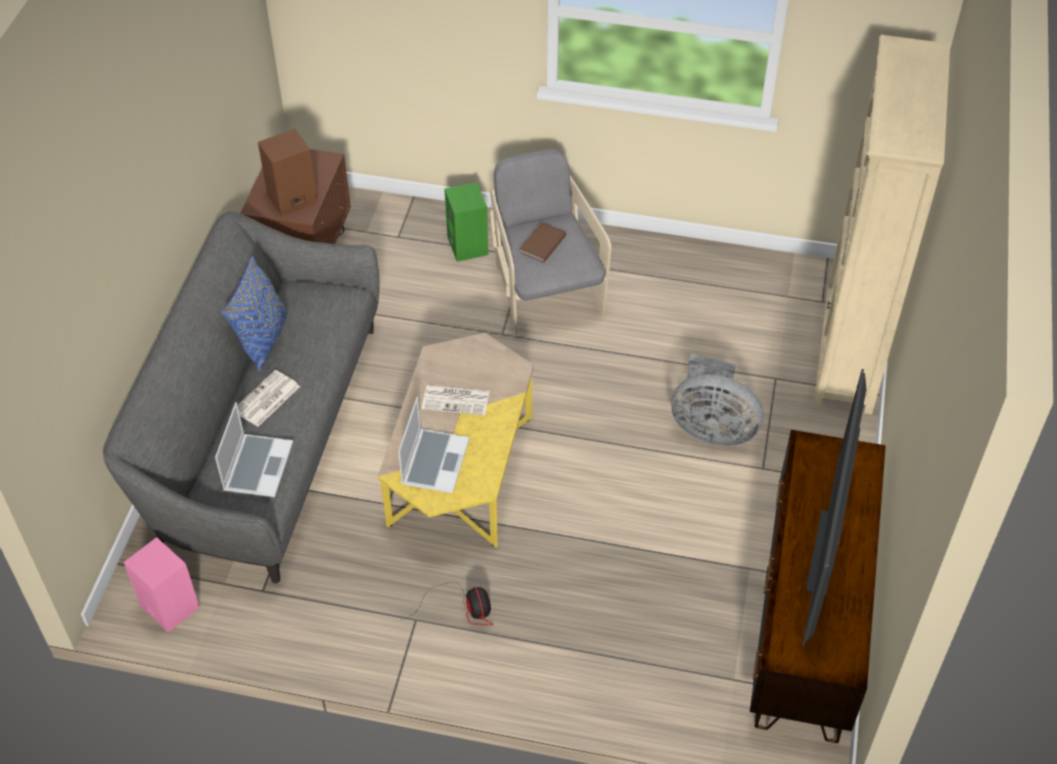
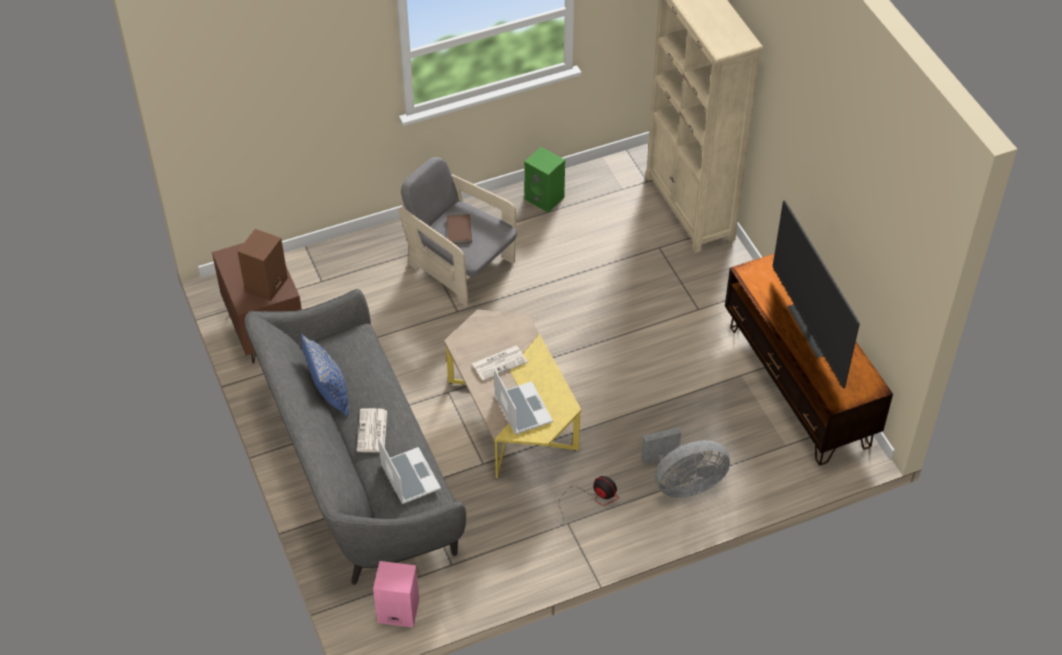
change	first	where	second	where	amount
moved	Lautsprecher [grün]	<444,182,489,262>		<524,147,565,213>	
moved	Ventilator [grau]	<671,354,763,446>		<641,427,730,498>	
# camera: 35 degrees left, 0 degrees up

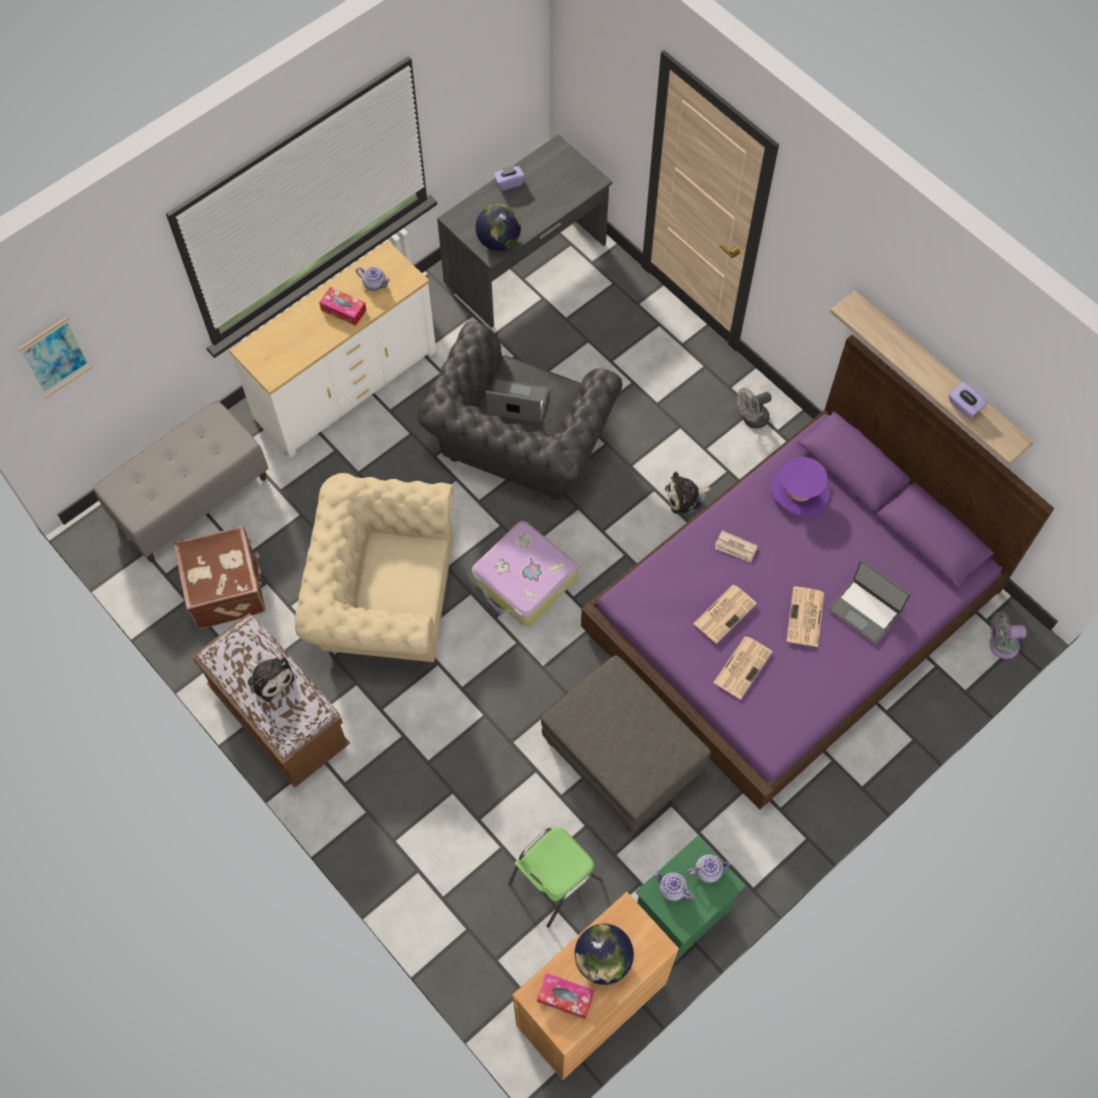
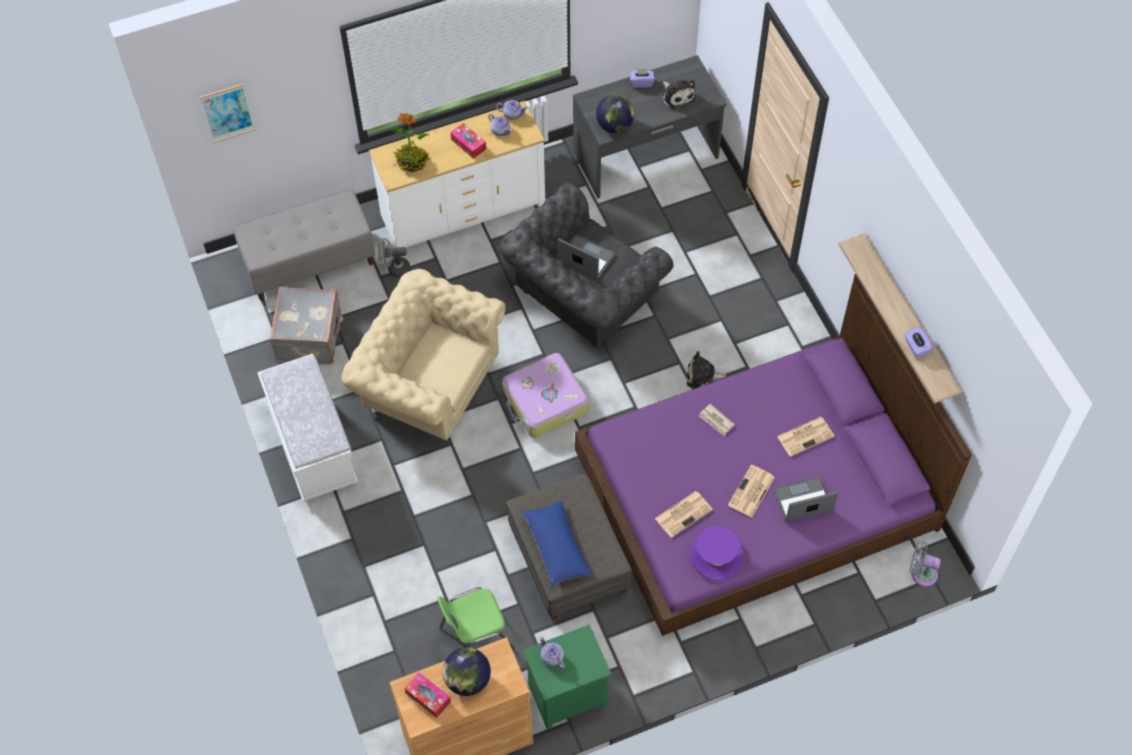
change	first	where	second	where	amount
recoloured	Koffer [braun]	<174,526,266,629>	Koffer [grau]	<270,287,344,365>	
recoloured	Bank [braun]	<192,613,350,788>	Bank [weiß]	<257,354,358,502>	
moved	Plüschtier	<246,658,295,702>		<661,80,695,110>	
moved	Teekanne	<687,855,733,883>		<496,100,528,120>	
moved	Zeitung	<693,585,757,643>		<777,417,835,457>	
moved	Ventilator [grau]	<737,388,772,429>		<378,238,410,277>	
moved	Hut [lila]	<770,457,830,517>		<689,526,744,581>	
turned	Laptop	<828,560,911,644>		<773,477,839,522>	105 degrees clockwise
added			Topfpflanze	<391,113,430,172>	
added			Kissen [blau]	<521,501,592,586>	
# camera: 20 degrees right, 5 degrees down

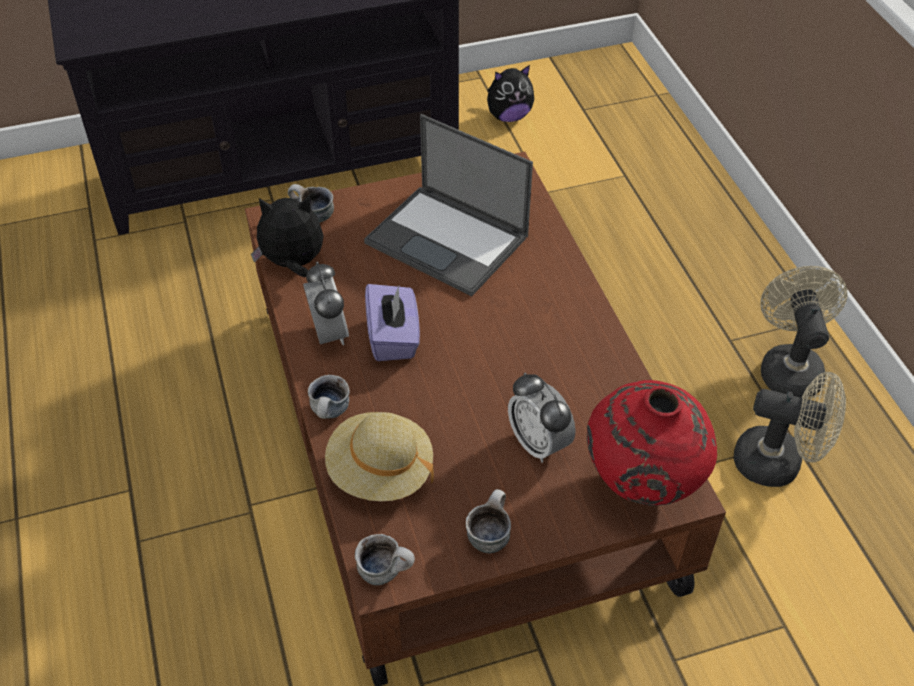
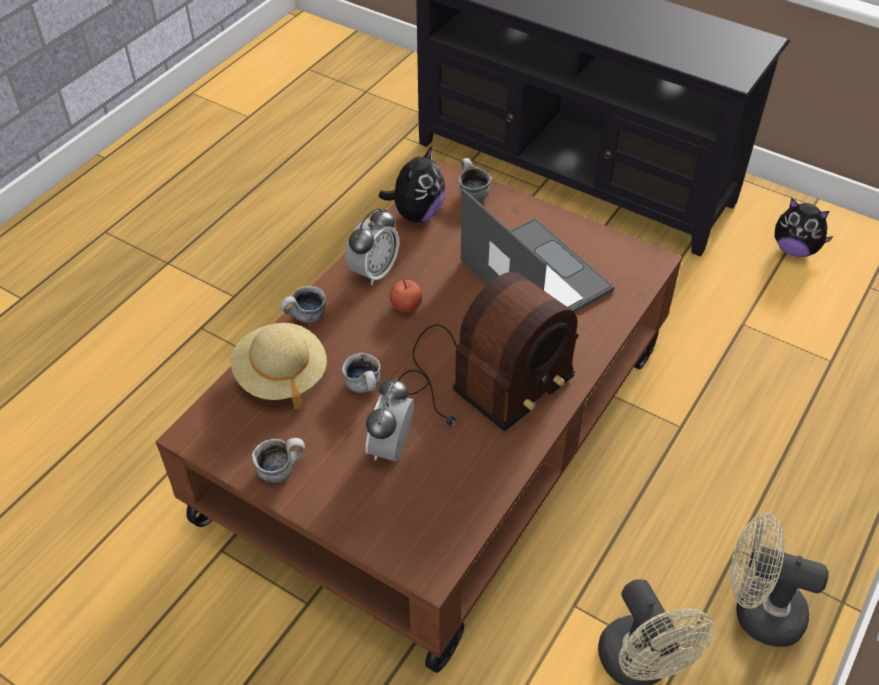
change	first	where	second	where	amount
turned	Plüschtier	<251,195,324,277>		<379,146,445,222>	75 degrees clockwise
moved	Henkelbecher	<355,534,415,585>		<342,353,380,393>	
turned	Laptop	<364,114,533,296>		<461,189,615,312>	150 degrees clockwise
replaced	Taschentuchbox [lila]	<365,284,420,361>	Apfel	<389,279,422,313>	
removed	Vase [rot]	<587,380,717,506>			
turned	Ventilator [beige]	<760,266,847,398>		<730,513,829,647>	120 degrees counterclockwise
added			Radio	<398,272,578,432>	
# camera: 50 degrees right, 0 degrees up

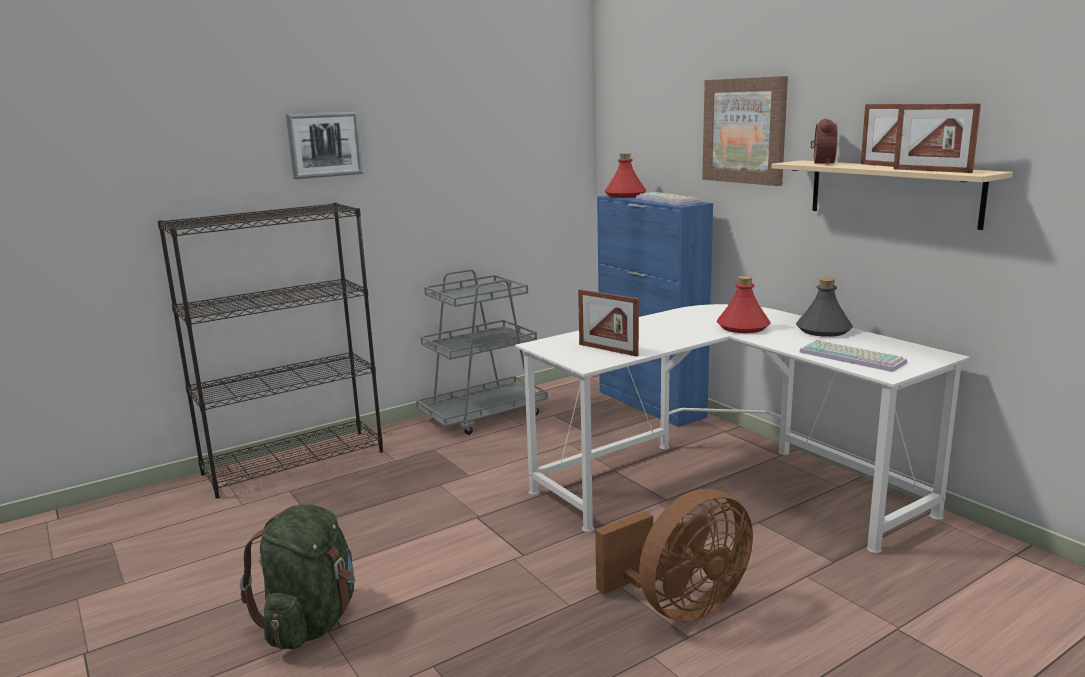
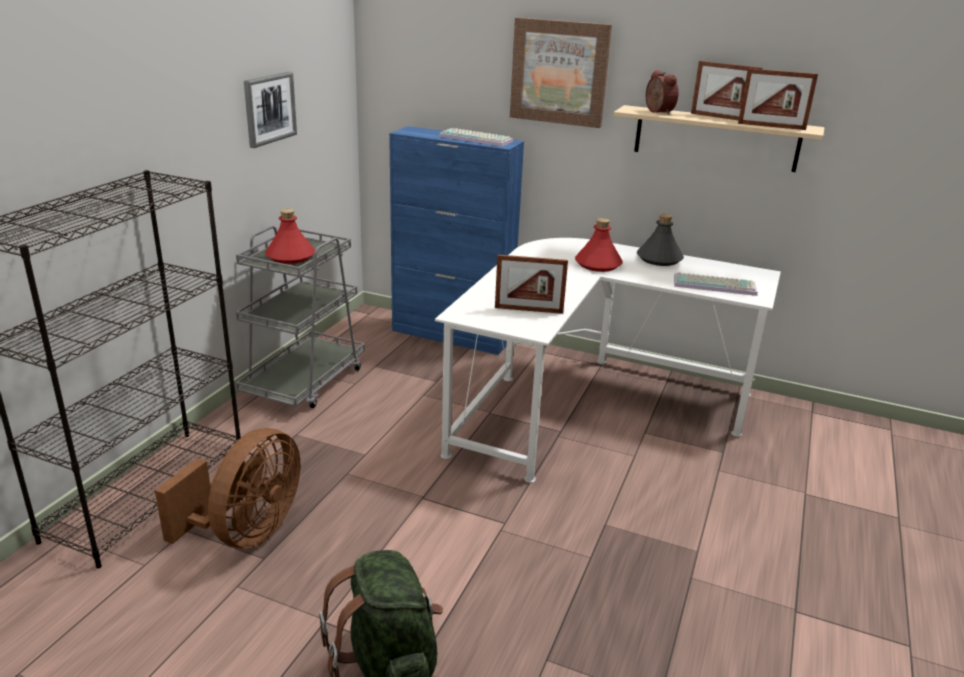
change	first	where	second	where	amount
moved	Bild	<286,112,363,179>		<244,72,297,148>	
moved	Ventilator [braun]	<595,489,753,622>		<155,428,300,549>	
moved	Flasche [rot]	<604,153,646,198>		<265,209,315,264>	
# camera: 35 degrees left, 10 degrees up

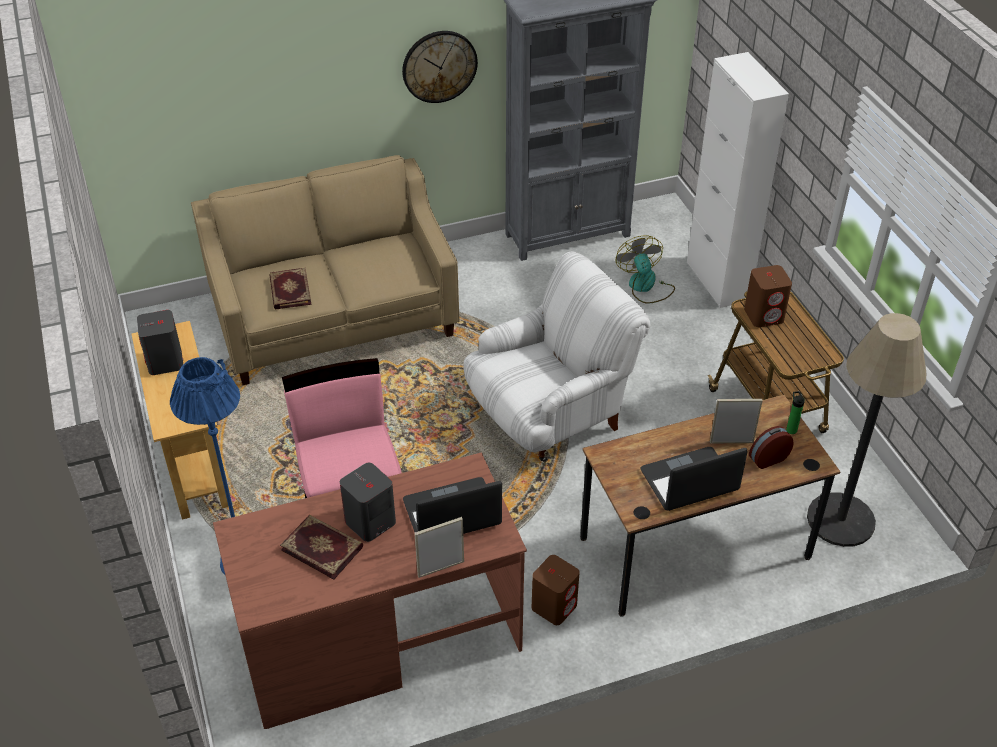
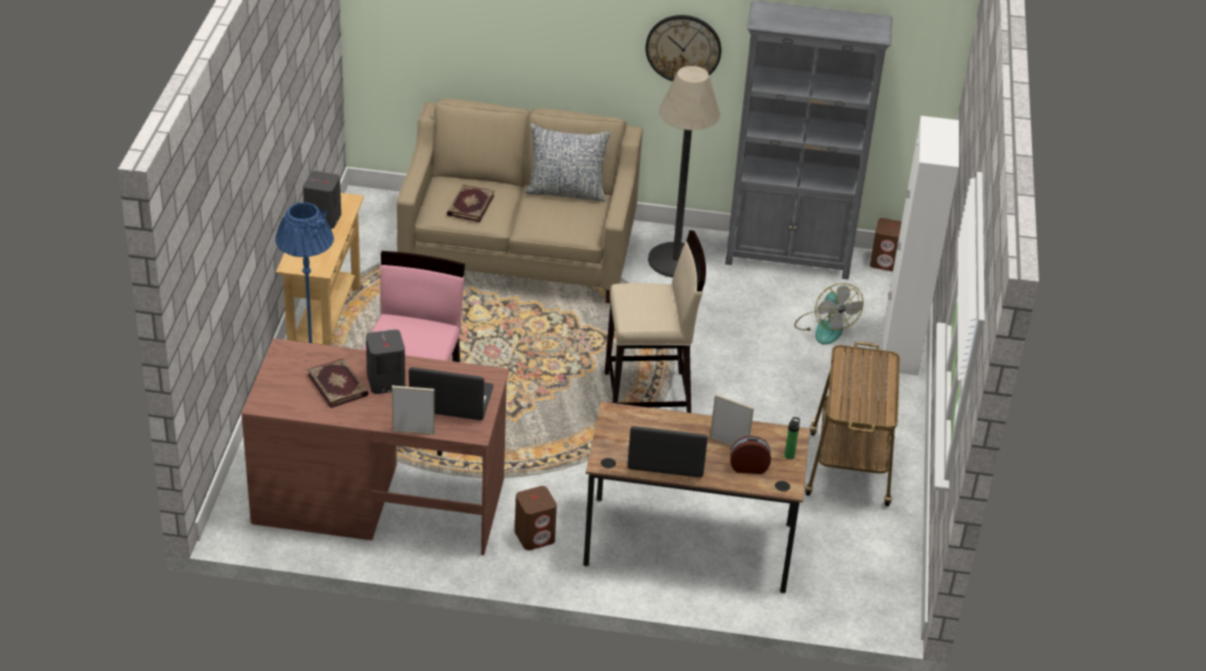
change	first	where	second	where	amount
replaced	Sessel [weiß]	<464,251,651,462>	Hocker [beige]	<605,230,706,413>	
turned	Ventilator	<615,236,675,304>		<794,283,864,345>	150 degrees clockwise
moved	Lautsprecher [braun]	<744,265,792,327>		<870,218,902,272>	
moved	Stehlampe	<807,313,927,547>		<648,66,720,278>	
added			Kissen	<525,123,610,202>	
# camera: 25 degrees right, 5 degrees down

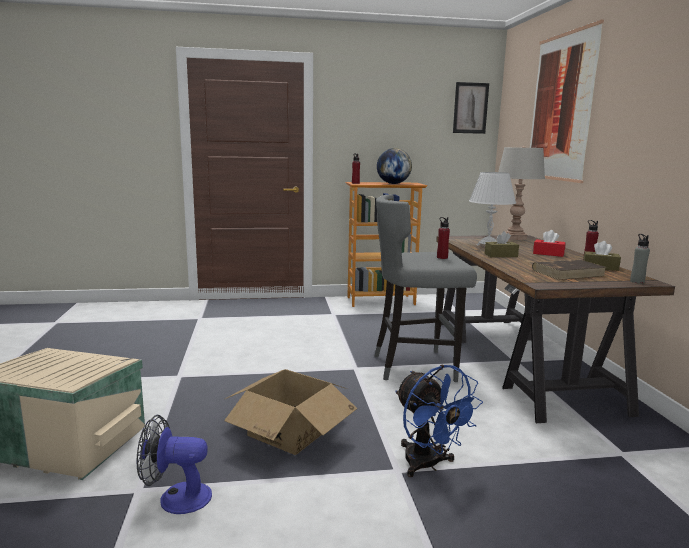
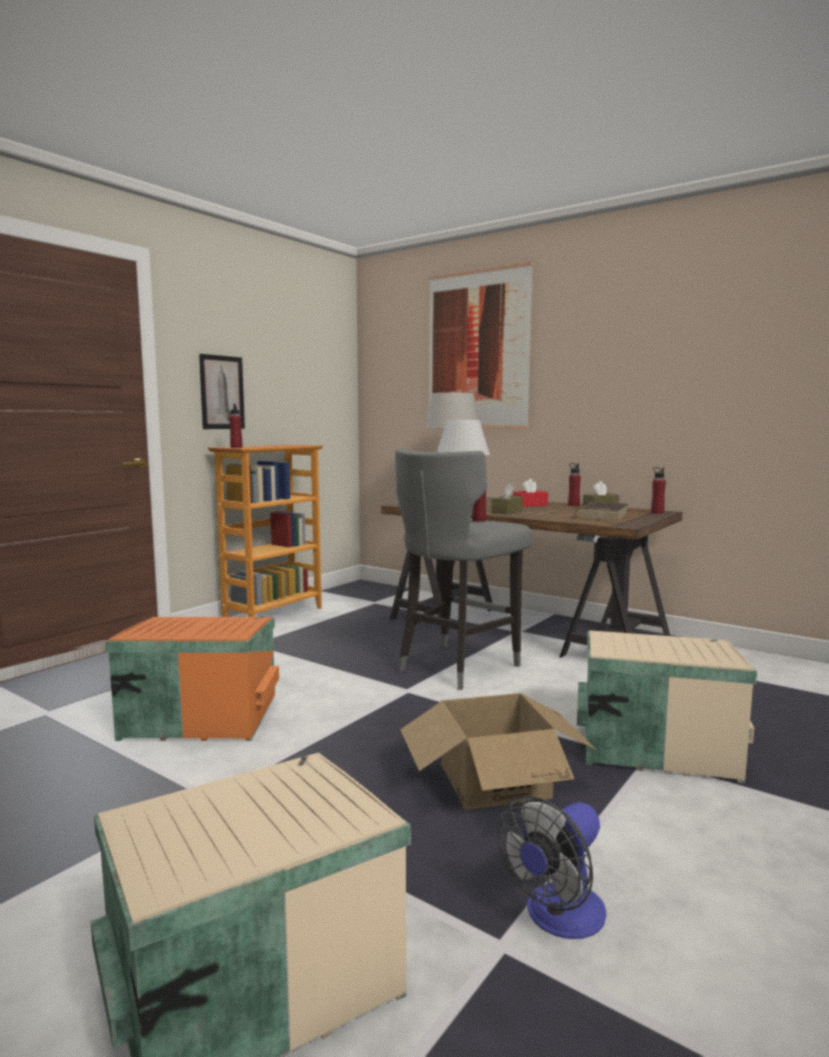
change	first	where	second	where	amount
removed	Globus	<377,148,412,184>			
replaced	Ventilator [blau]	<395,365,483,477>	Aufbewahrungsbox [beige]	<577,630,757,783>	
moved	Bild	<453,82,489,134>		<199,354,245,429>	
recoloured	Flasche [grau]	<630,234,650,283>	Flasche [rot]	<651,467,666,514>	
added			Aufbewahrungsbox [orange]	<105,617,279,741>	
# camera: 45 degrees left, 5 degrees down

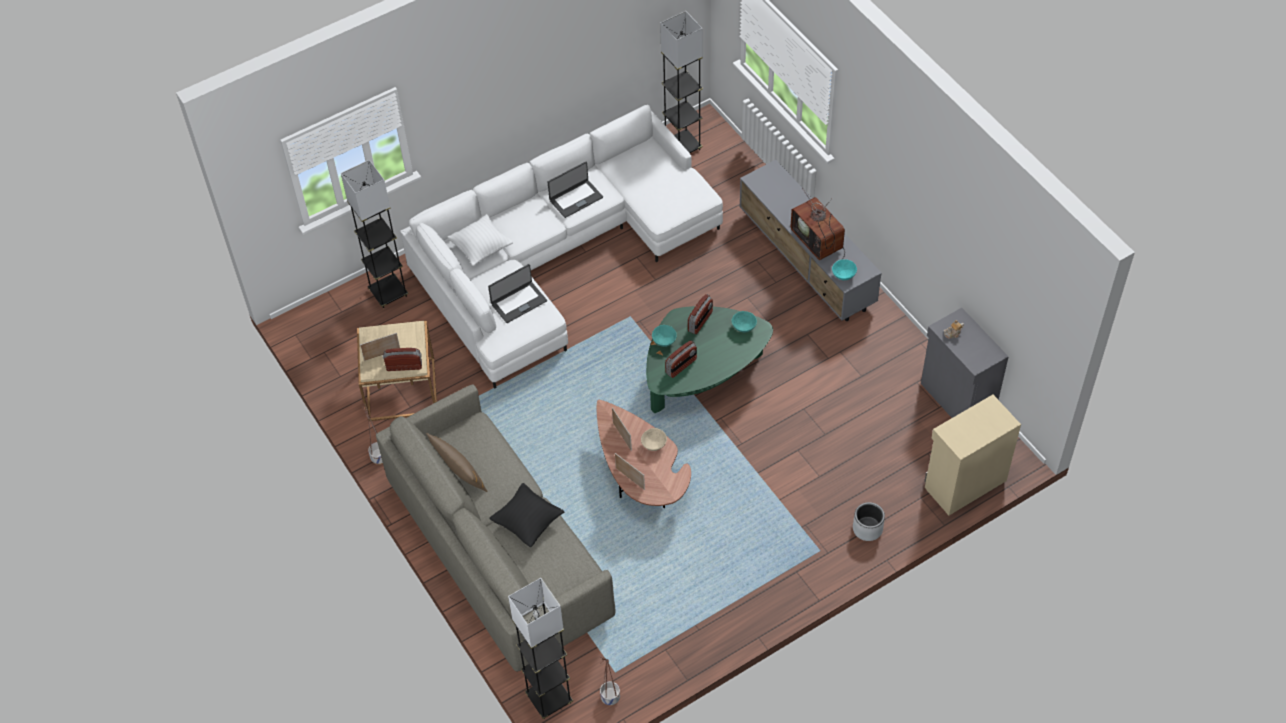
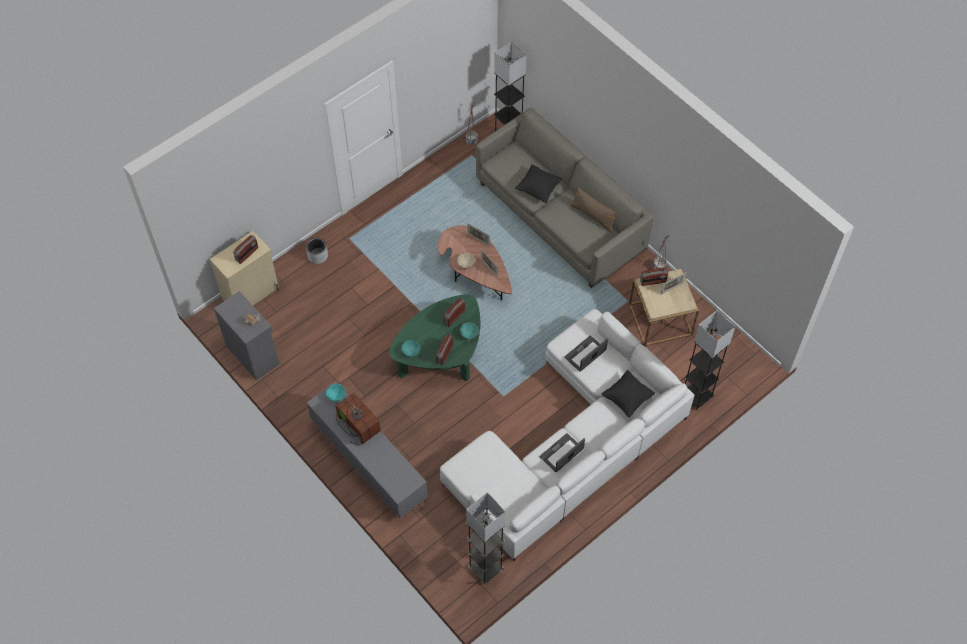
change	first	where	second	where	amount
recoloured	Kissen [weiß]	<447,214,513,266>	Kissen [schwarz]	<602,370,655,418>	
added			Radio	<233,235,258,264>	
# camera: 170 degrees right, 5 degrees up

